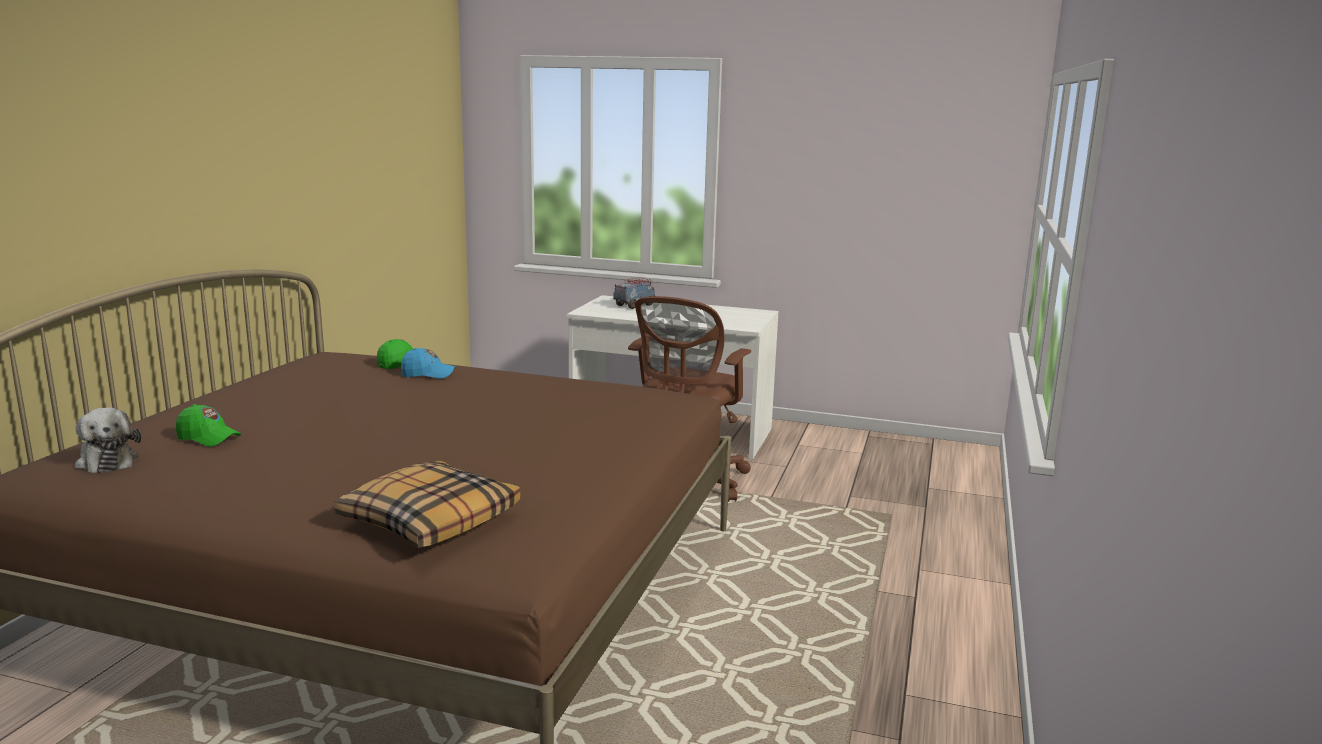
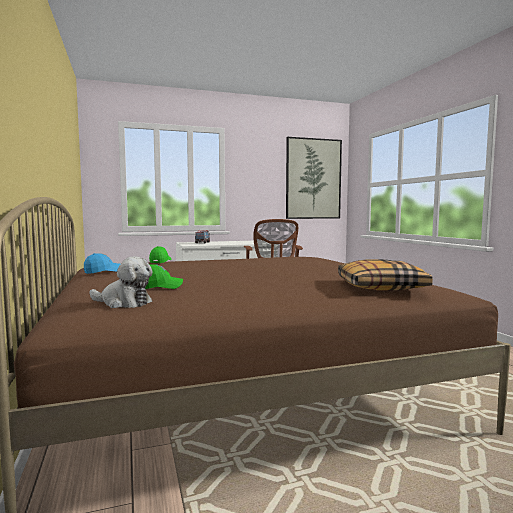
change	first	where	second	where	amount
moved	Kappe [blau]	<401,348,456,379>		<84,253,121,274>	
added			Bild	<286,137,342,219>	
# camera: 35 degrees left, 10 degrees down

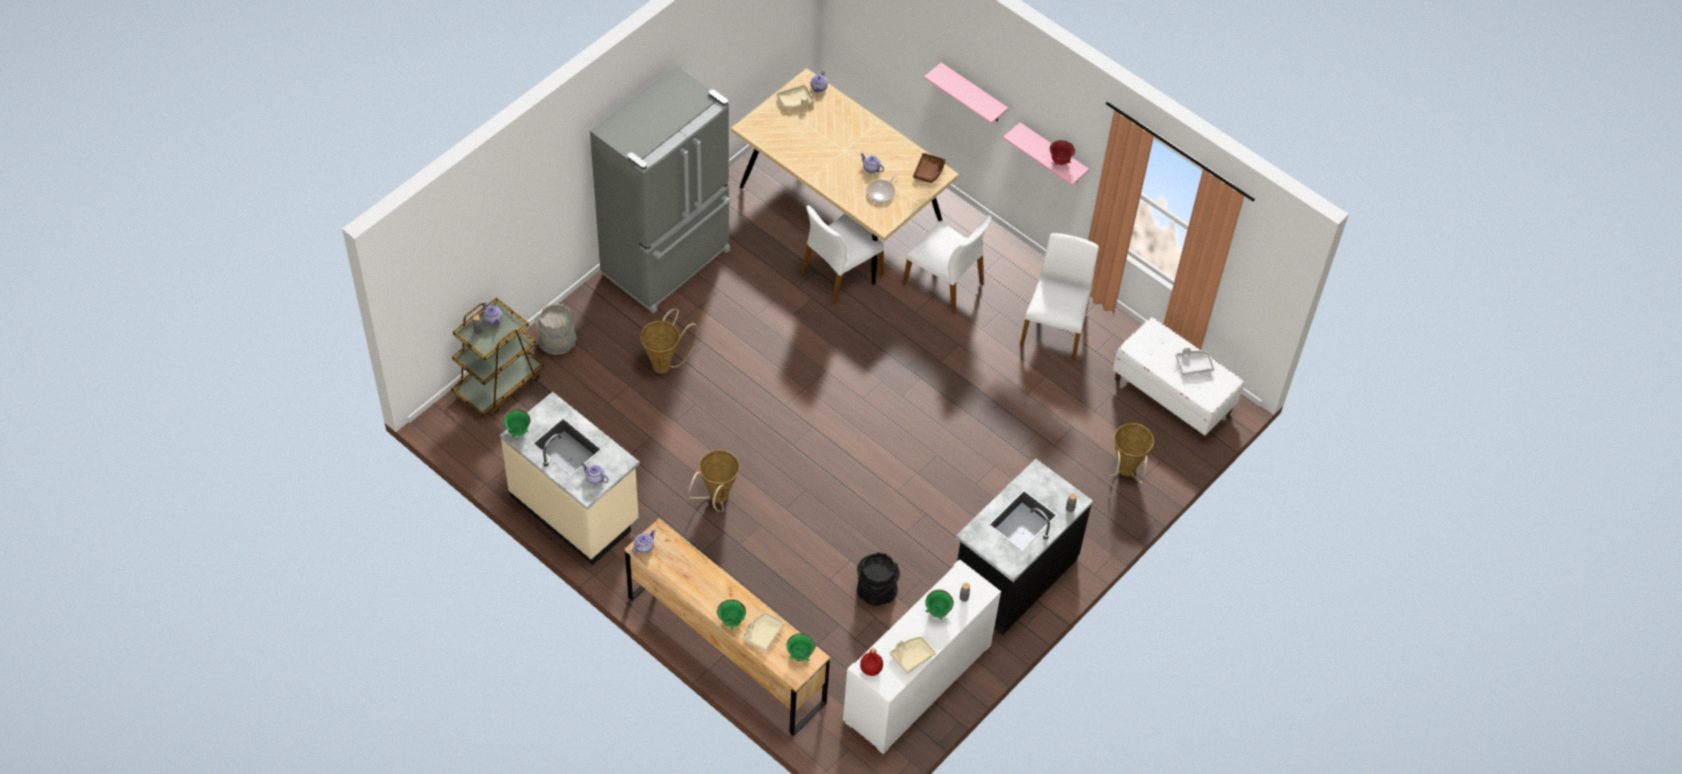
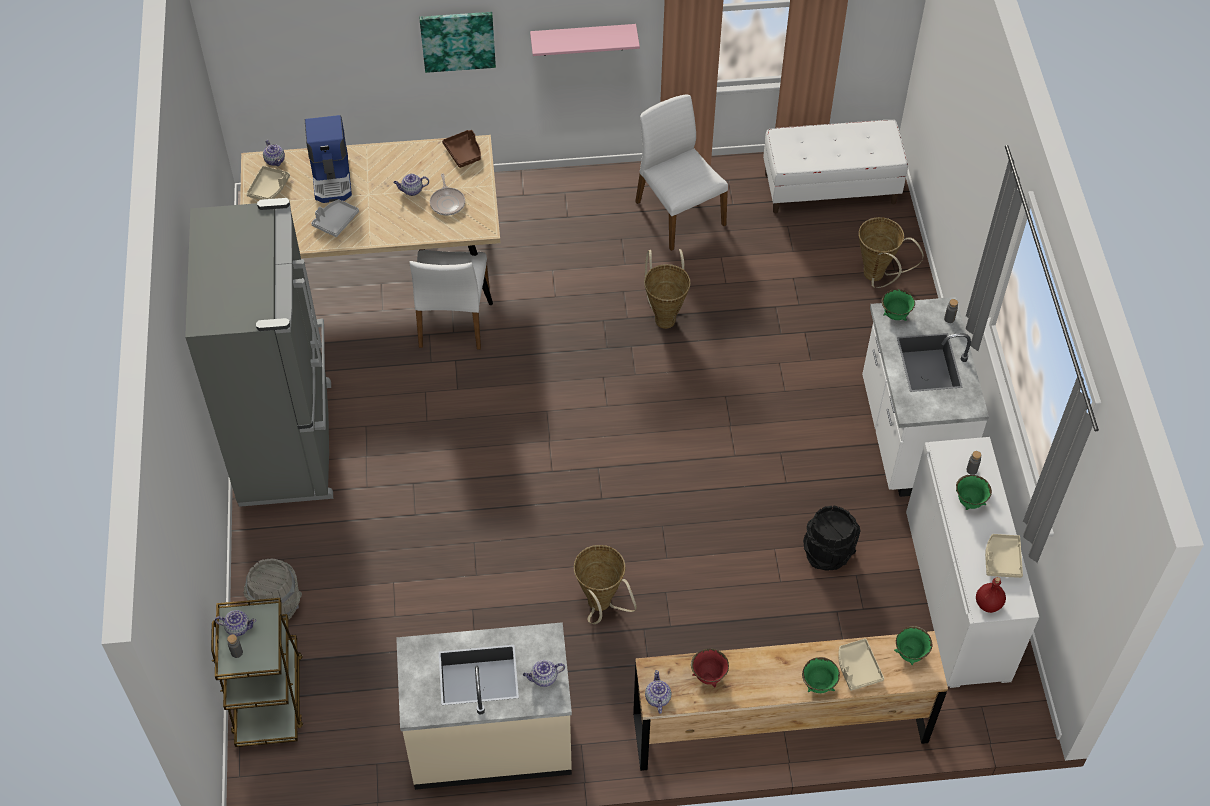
change	first	where	second	where	amount
moved	Schüssel [grün]	<503,410,531,437>		<881,289,915,321>	
moved	Korb	<640,308,697,374>		<644,249,691,329>	
removed	Stuhl [weiß]	<902,215,991,314>			
replaced	Wandregal [rosa]	<924,62,1008,124>	Bild	<420,12,496,73>	
recoloured	Küchenzeile [schwarz]	<956,459,1093,635>	Küchenzeile [weiß]	<862,297,989,497>	
moved	Schüssel [rot]	<1050,140,1075,165>		<691,649,729,687>	
moved	Tablett [grau]	<1175,347,1215,375>		<311,199,359,237>	
added			Kaffeemaschine	<305,115,352,203>	
# camera: 45 degrees left, 0 degrees up

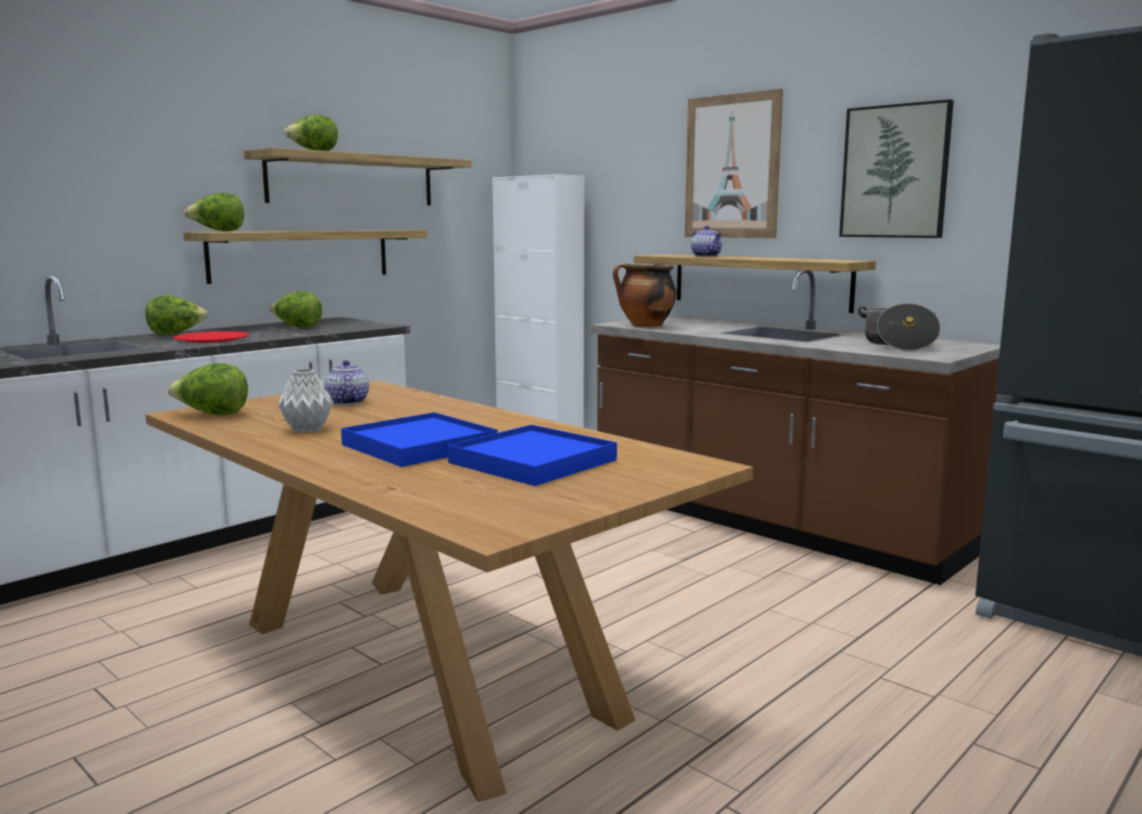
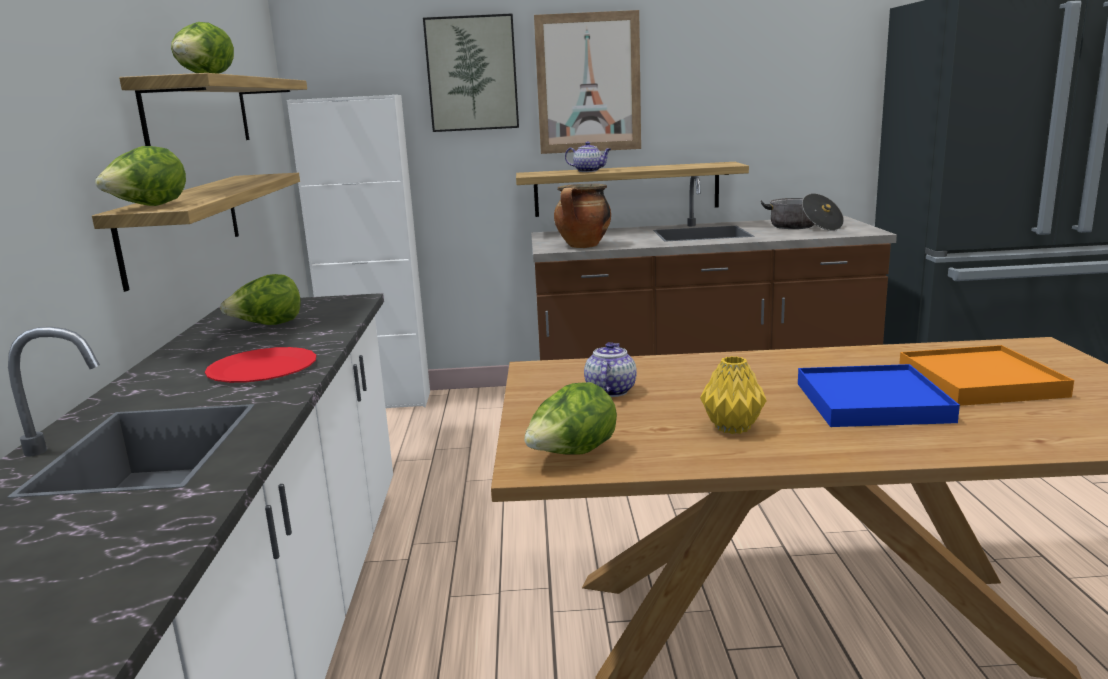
change	first	where	second	where	amount
removed	Salatkopf	<145,296,208,335>			
recoloured	Vase [grau]	<278,369,334,433>	Vase [gelb]	<700,356,767,434>	
turned	Teekanne	<324,360,369,405>		<584,342,637,397>	75 degrees clockwise
recoloured	Tablett [blau]	<448,425,617,486>	Tablett [orange]	<899,345,1074,406>	
moved	Bild	<839,99,954,238>		<423,14,519,132>	
# camera: 45 degrees left, 5 degrees up

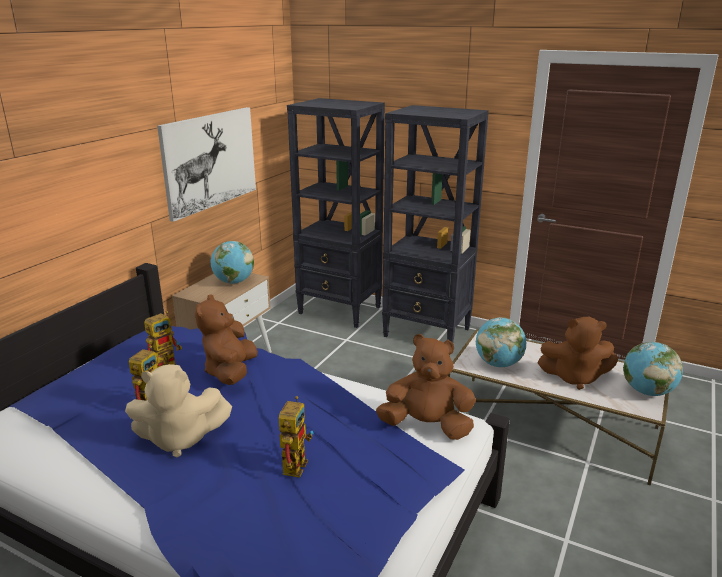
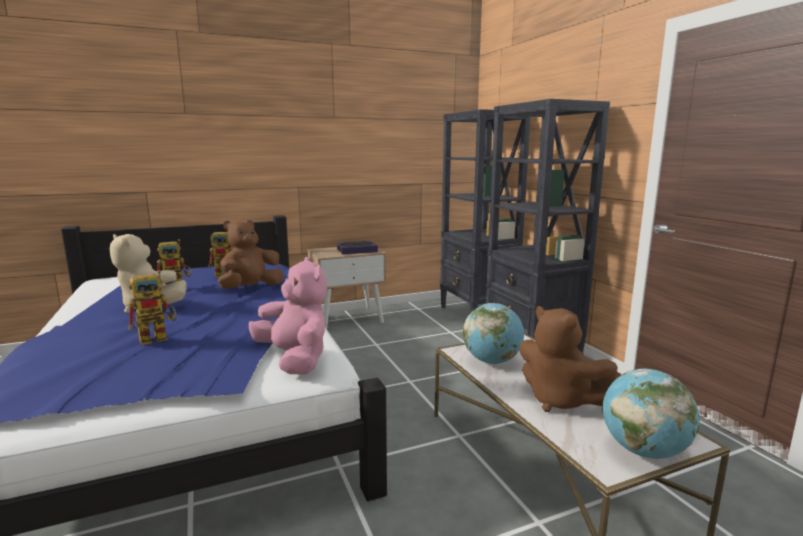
change	first	where	second	where	amount
removed	Bild	<157,107,256,222>			
replaced	Globus	<211,241,254,284>	Buch	<336,240,378,255>	
recoloured	Plüschtier [braun]	<376,334,476,440>	Plüschtier [rosa]	<249,257,327,375>	
# camera: 40 degrees right, 10 degrees down

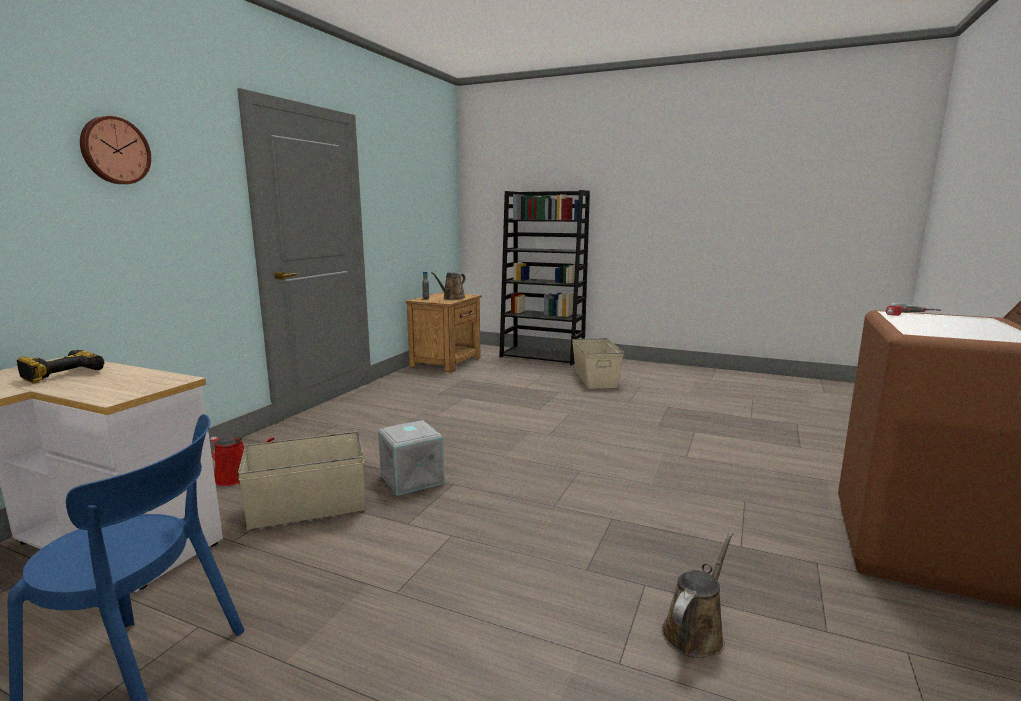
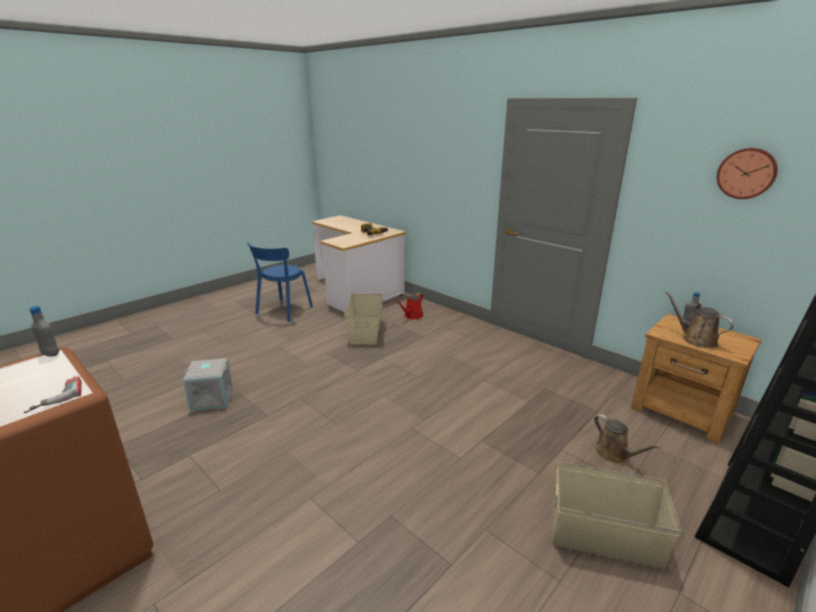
change	first	where	second	where	amount
moved	Wanduhr	<80,116,151,184>		<717,148,778,199>	
moved	Aufbewahrungsbox [grau]	<378,420,445,496>		<183,358,233,411>	
moved	Gießkanne [braun]	<662,532,734,658>		<594,414,661,463>	
added			Flasche [grau]	<29,306,59,357>	
# camera: 110 degrees right, 10 degrees up

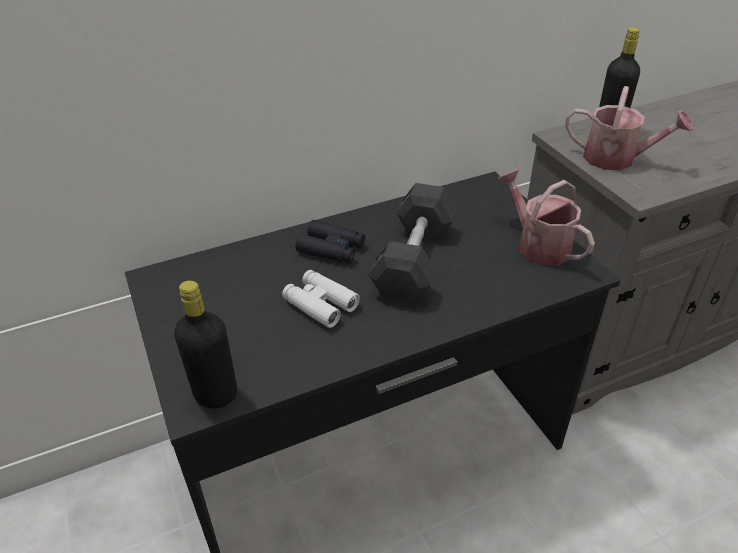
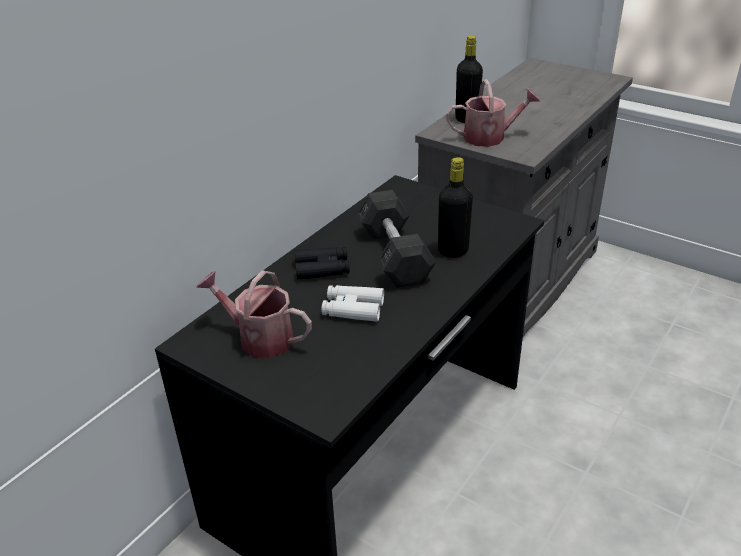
change	first	where	second	where	amount
moved	Flasche [schwarz]	<174,281,237,408>		<438,157,473,258>	
moved	Gießkanne	<497,169,595,266>		<196,270,312,358>	
# camera: 30 degrees left, 5 degrees down

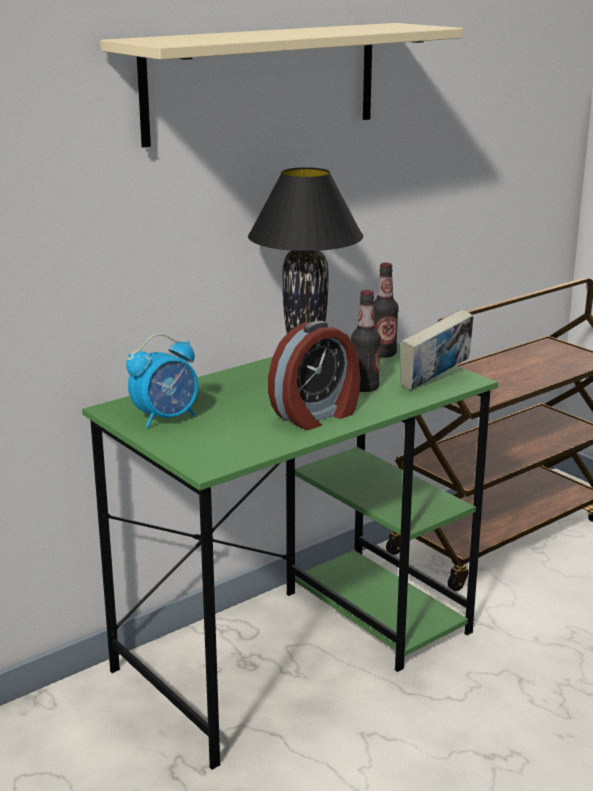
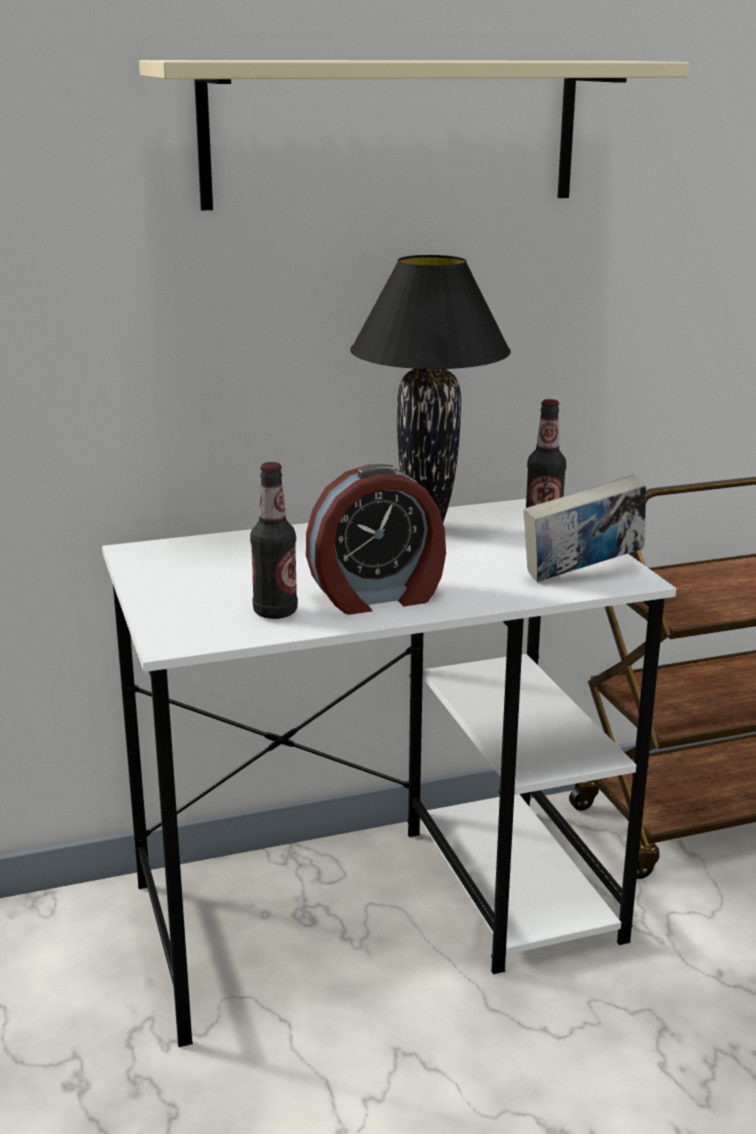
change	first	where	second	where	amount
recoloured	Schreibtisch [grün]	<82,335,498,769>	Schreibtisch [weiß]	<102,499,676,1047>	
removed	Wecker	<126,334,198,429>			
moved	Flasche	<351,290,381,392>		<250,462,298,619>	
# camera: 20 degrees right, 0 degrees up

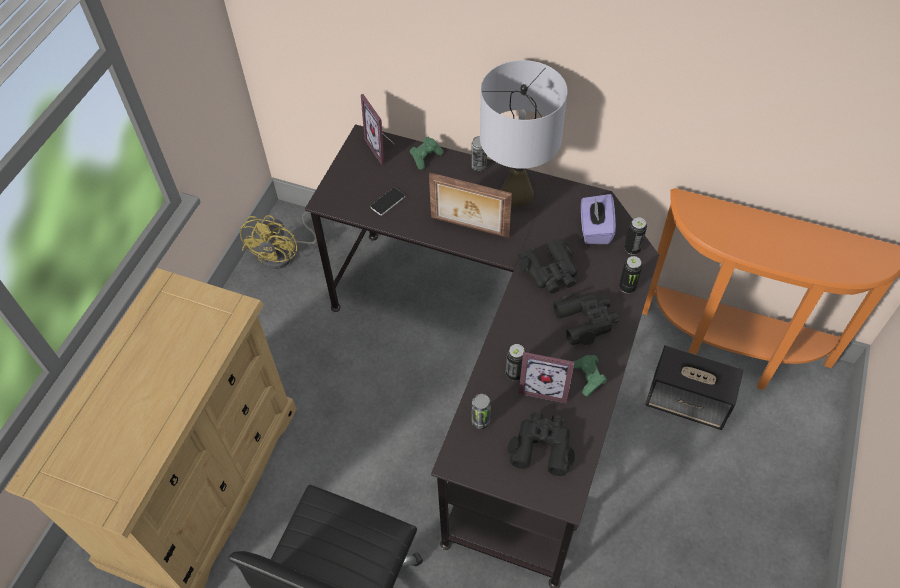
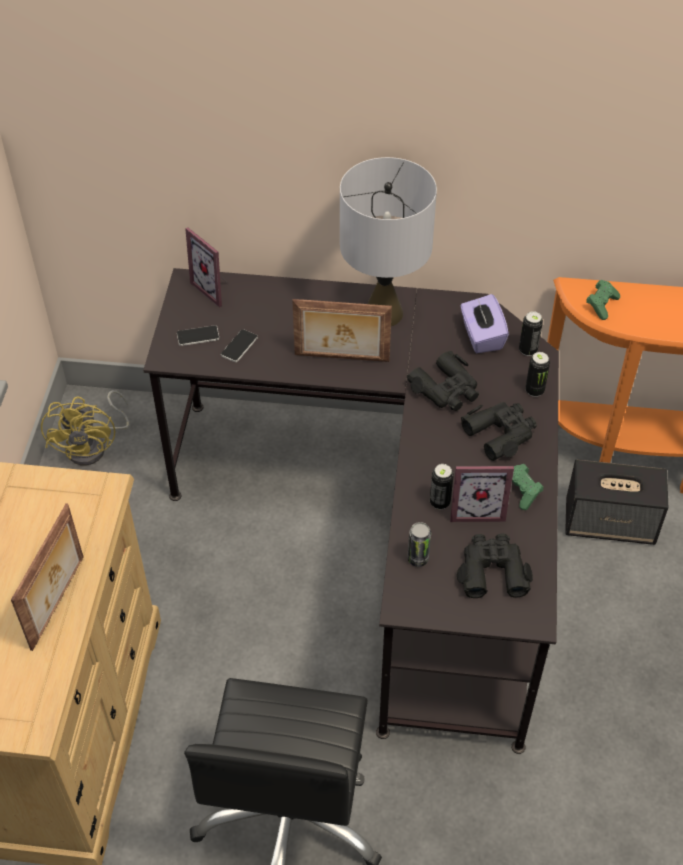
change	first	where	second	where	amount
moved	Gamepad [grün]	<410,137,443,170>		<586,280,620,320>	
removed	Dose	<471,136,487,171>			
added			Bilderrahmen	<11,503,83,651>	
added			Handy	<177,325,220,346>	
# camera: 15 degrees left, 5 degrees down

